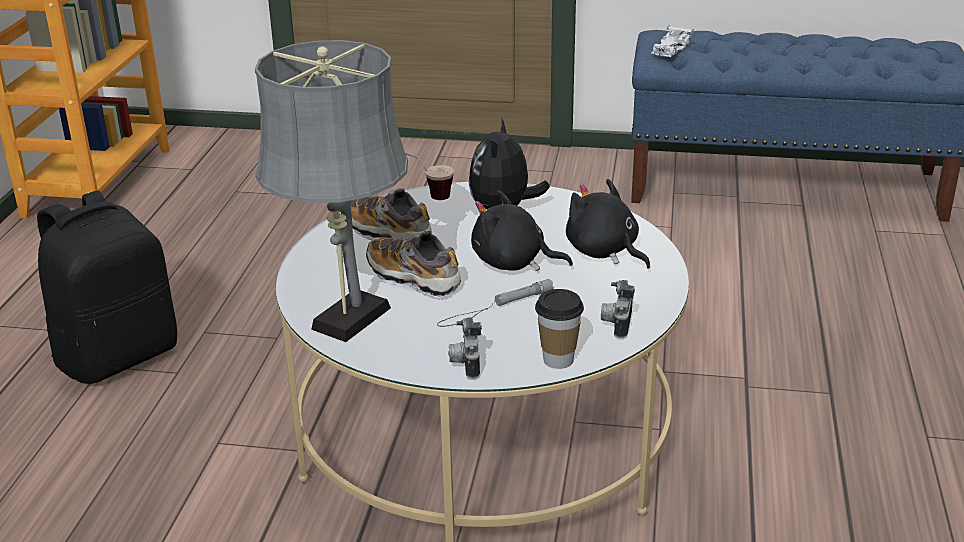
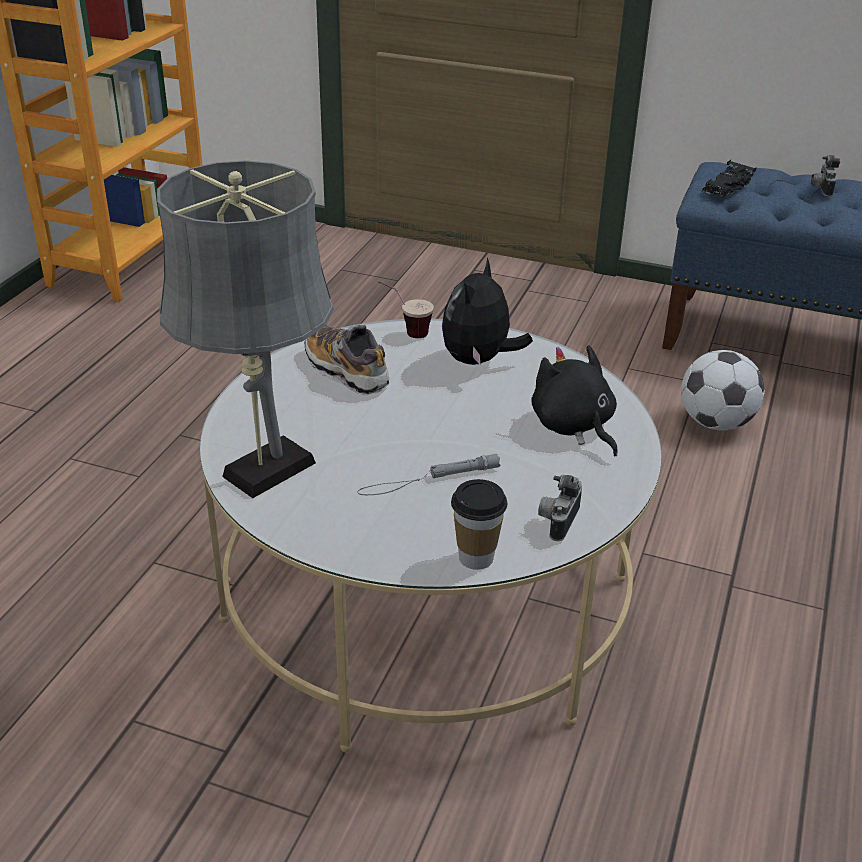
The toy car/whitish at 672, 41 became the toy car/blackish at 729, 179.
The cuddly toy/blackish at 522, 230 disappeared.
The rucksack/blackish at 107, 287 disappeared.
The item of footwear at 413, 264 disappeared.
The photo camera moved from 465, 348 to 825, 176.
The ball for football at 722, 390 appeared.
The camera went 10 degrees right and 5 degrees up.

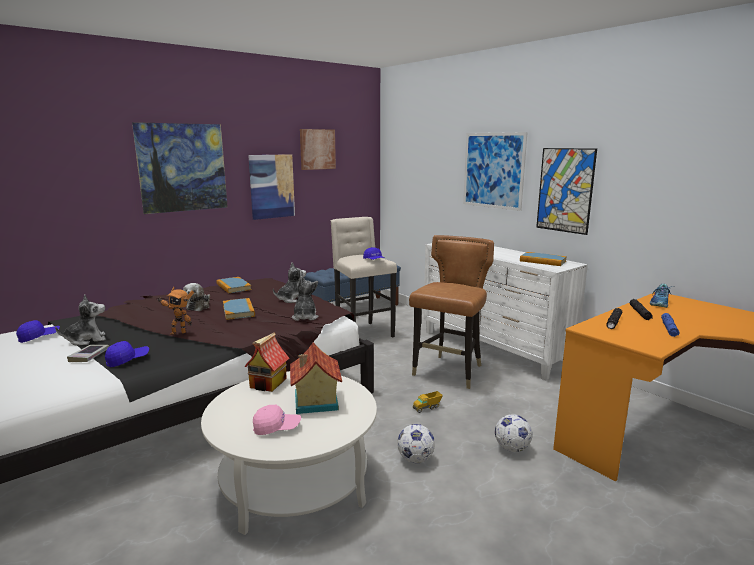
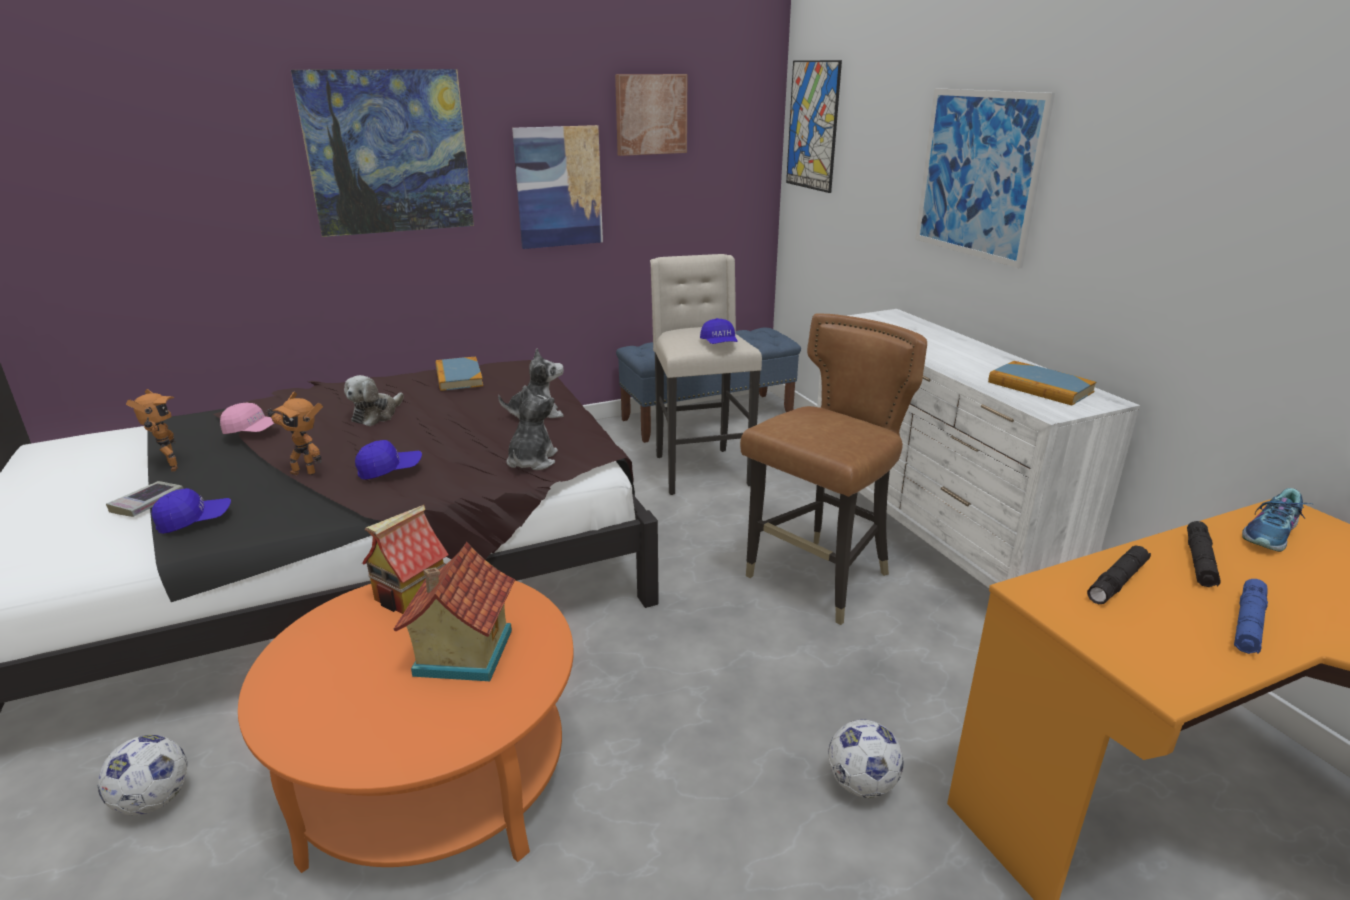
The wall art moved from 566, 191 to 814, 126.
The cuddly toy at 80, 320 was replaced by the model robot at 152, 430.
The volume at 239, 309 disappeared.
The cap/blue moved from 38, 331 to 388, 460.
The lounge table/whitish at 289, 453 became the lounge table/orange at 406, 726.
The model truck at 428, 402 disappeared.
The cap/pink moved from 277, 420 to 247, 418.
The ball for football moved from 416, 443 to 142, 775.
The camera went 15 degrees right and 10 degrees up.

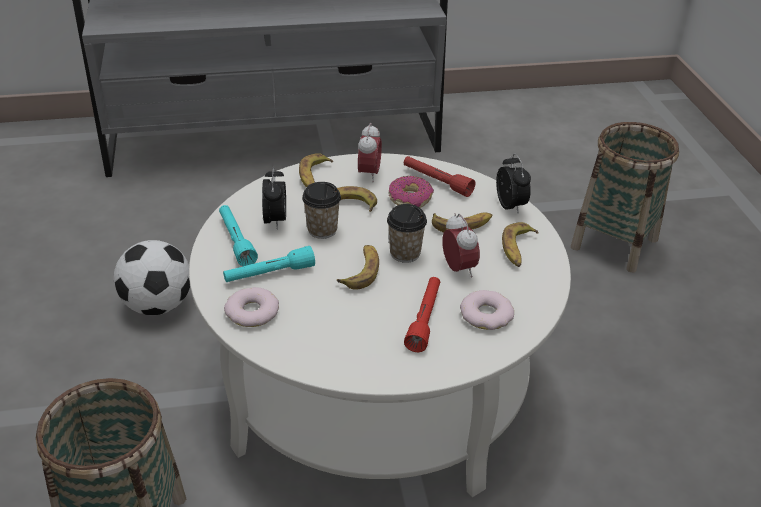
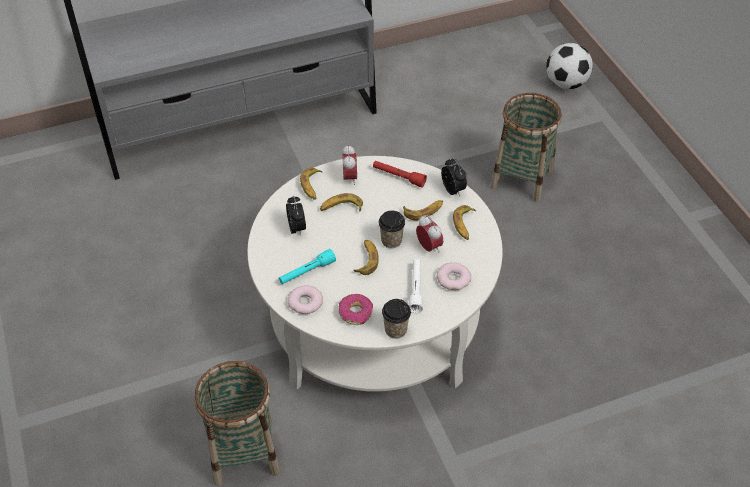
The ring doughnut moved from 411, 192 to 356, 309.
The small cup moved from 321, 210 to 396, 319.
The flashlight/turquoise at 238, 235 disappeared.
The ball for football moved from 152, 277 to 569, 66.
The flashlight/red-coloured at 422, 314 became the flashlight/whitish at 416, 286.
The camera went 10 degrees left and 10 degrees up.

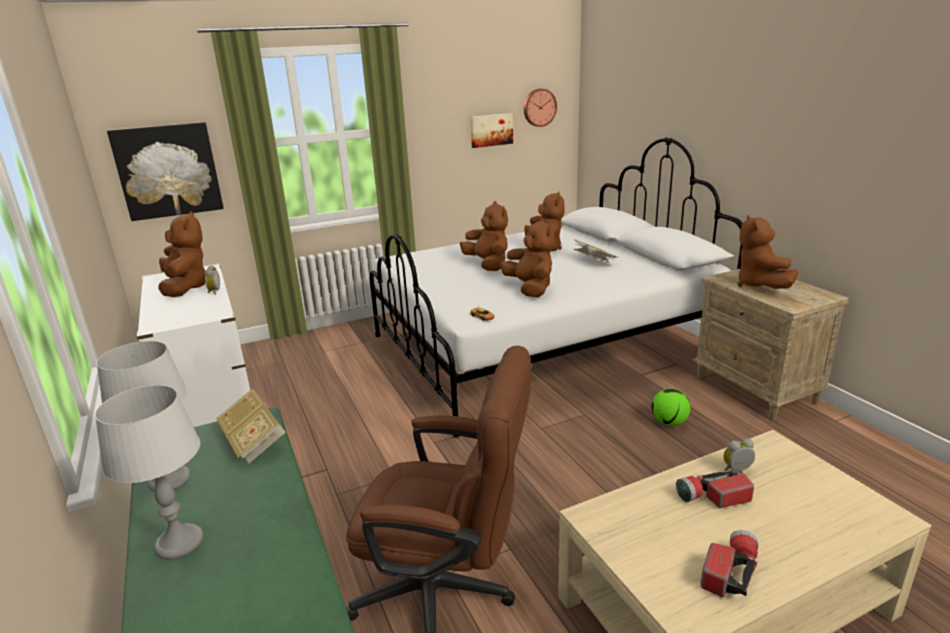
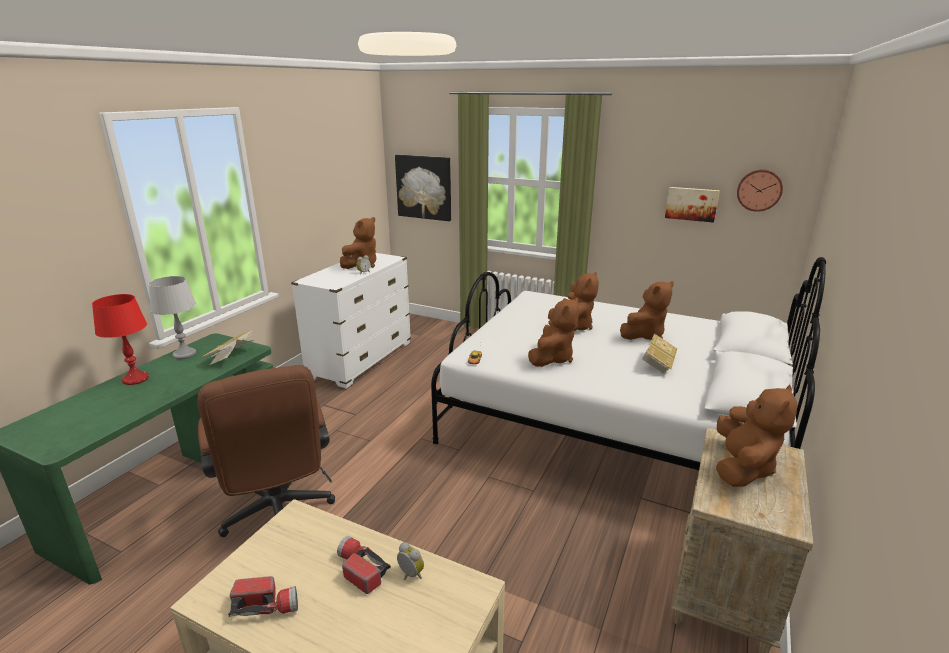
The cuddly toy/brownish at 767, 252 turned 150 degrees clockwise.
The tabletop lamp/grey at 149, 472 became the tabletop lamp/red-coloured at 120, 339.
The ball for football at 671, 407 disappeared.
The camera went 50 degrees right and 0 degrees up.

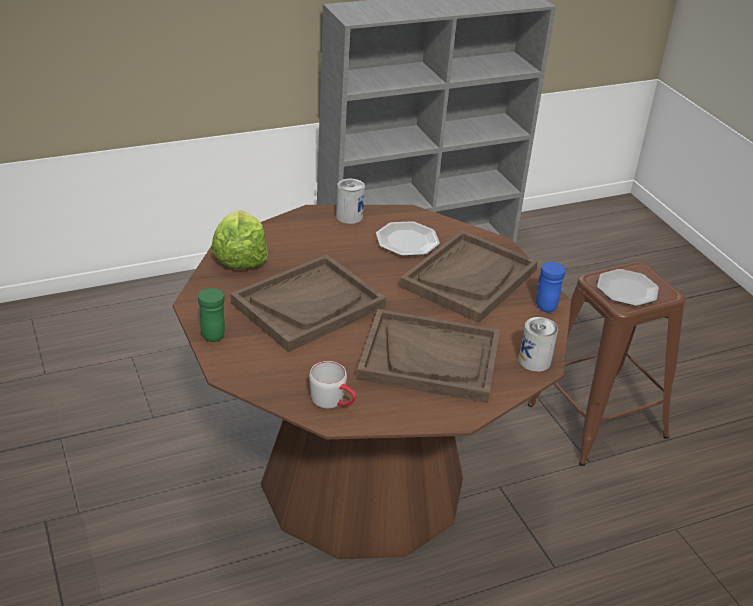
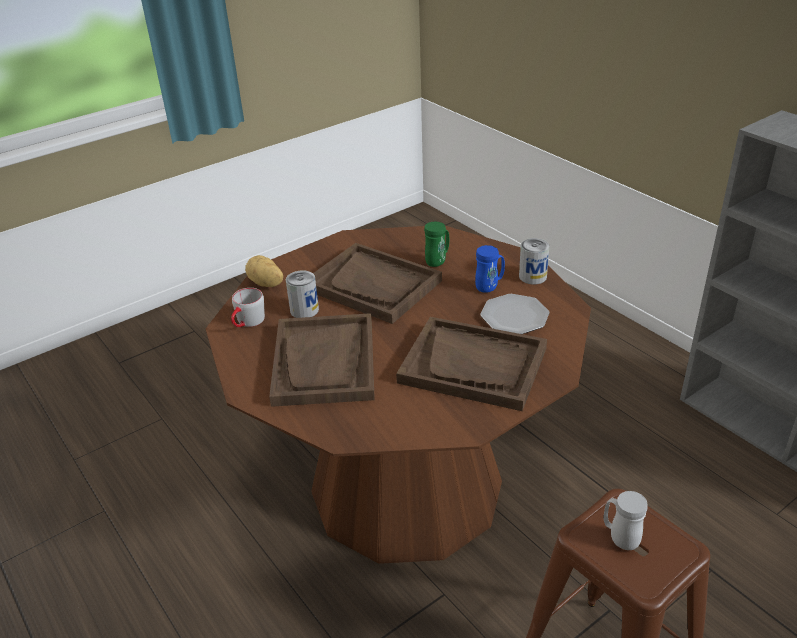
The lettuce at 239, 239 disappeared.
The coffee mug/blue moved from 550, 287 to 490, 269.
The flat dish at 628, 287 was replaced by the coffee mug/whitish at 626, 520.
The coffee mug/green-coloured moved from 211, 315 to 436, 244.
The metal can moved from 538, 344 to 302, 294.
The whole potato at 264, 271 appeared.
The camera went 80 degrees right and 0 degrees up.

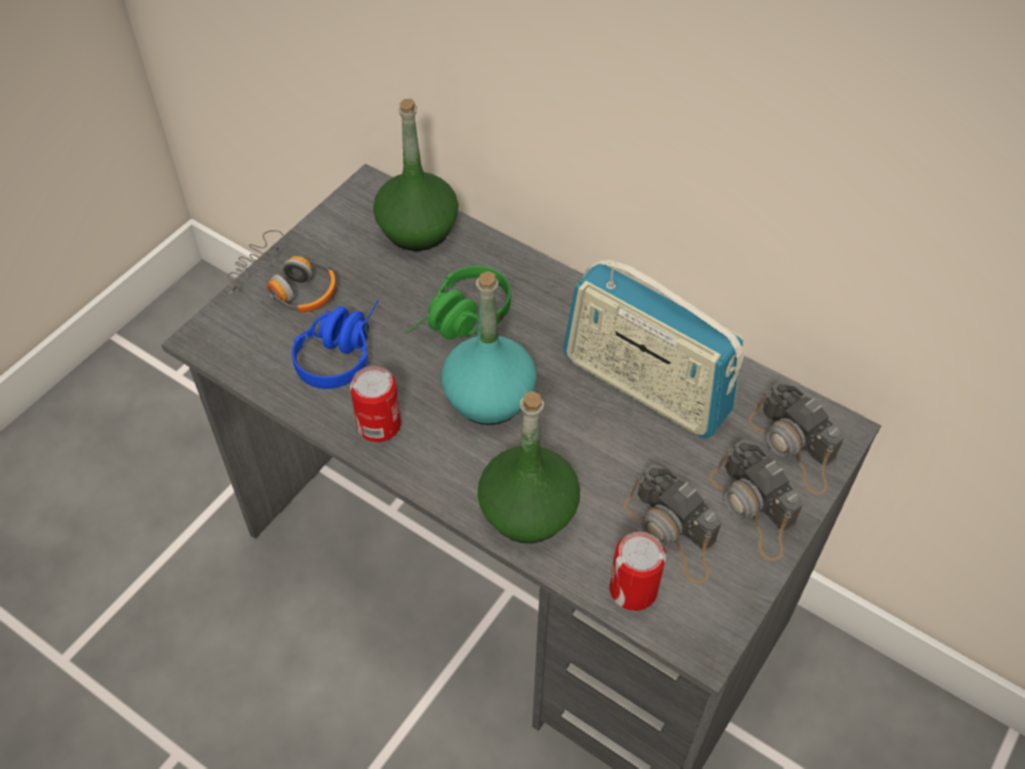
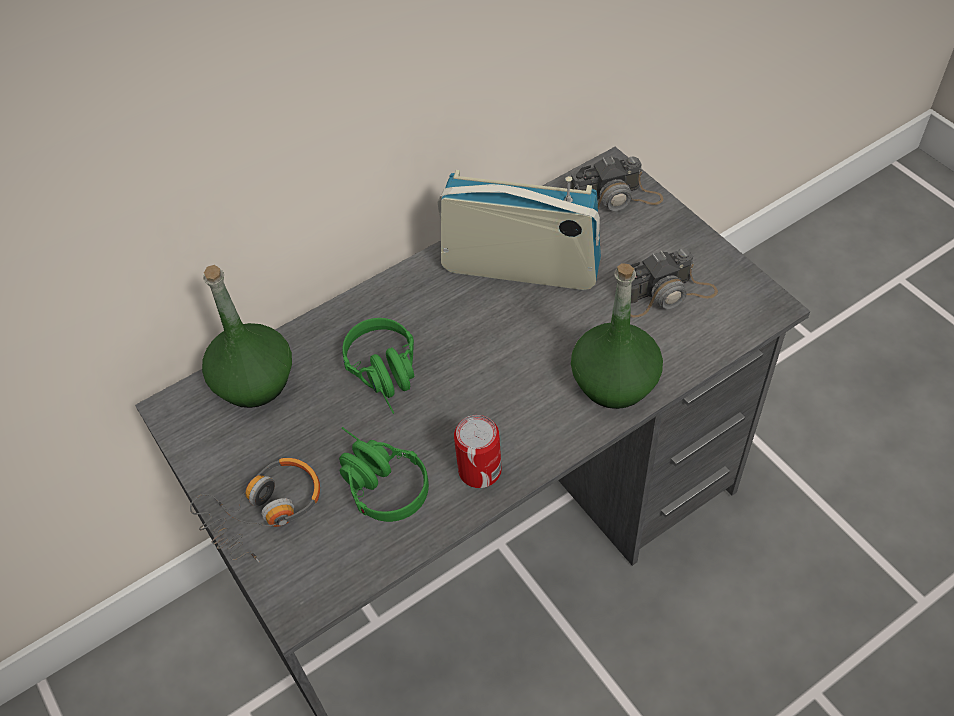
The radio set at 653, 349 turned 135 degrees counterclockwise.
The beverage bottle/turquoise at 489, 348 disappeared.
The headset/blue at 335, 344 became the headset/green-coloured at 384, 474.
The photo camera at 756, 500 disappeared.
The metal can at 638, 571 disappeared.
The camera went 65 degrees left and 0 degrees up.

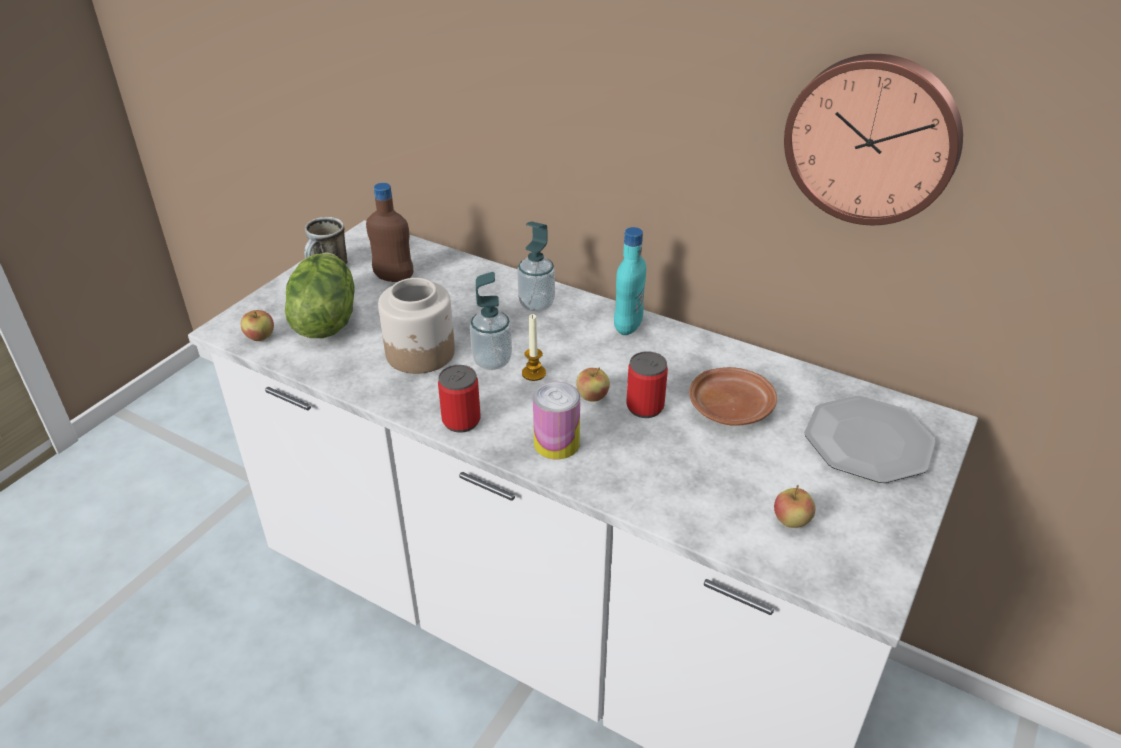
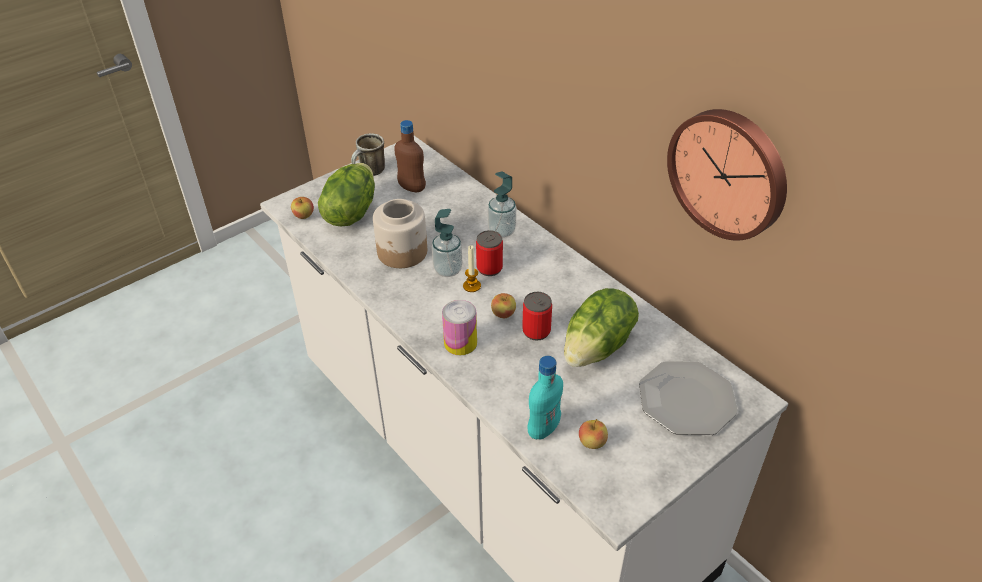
The beverage bottle/turquoise moved from 630, 281 to 545, 397.
The metal can moved from 459, 399 to 489, 253.
The flat dish/brownish at 733, 396 was replaced by the lettuce at 601, 327.
The camera went 20 degrees right and 5 degrees up.

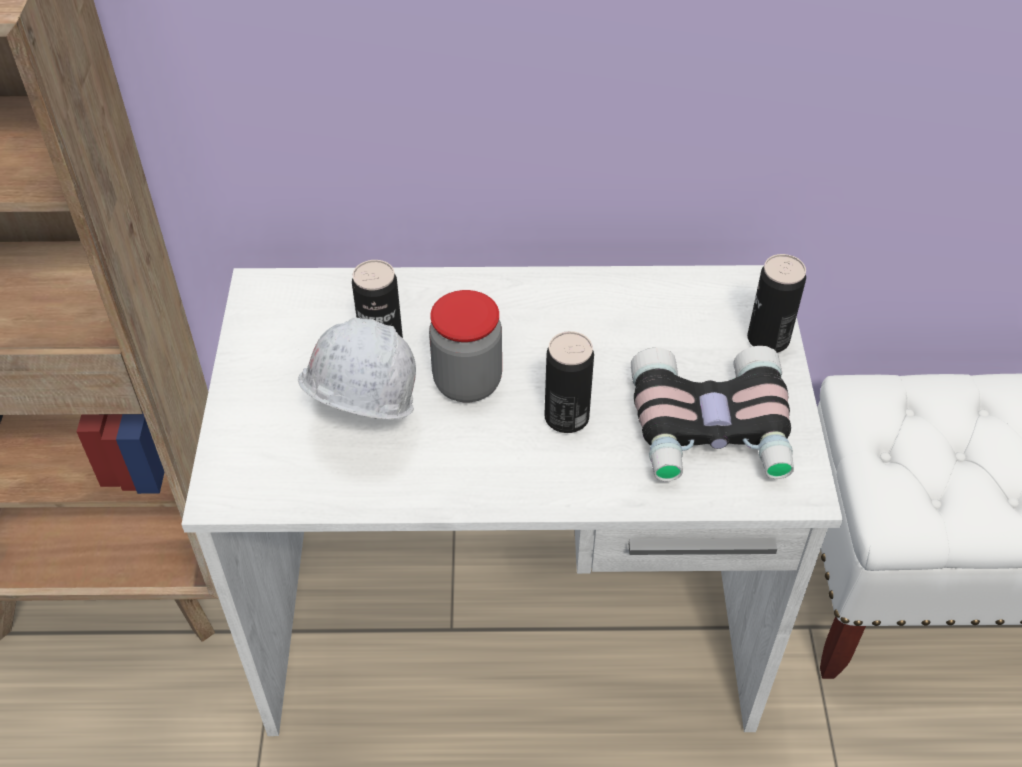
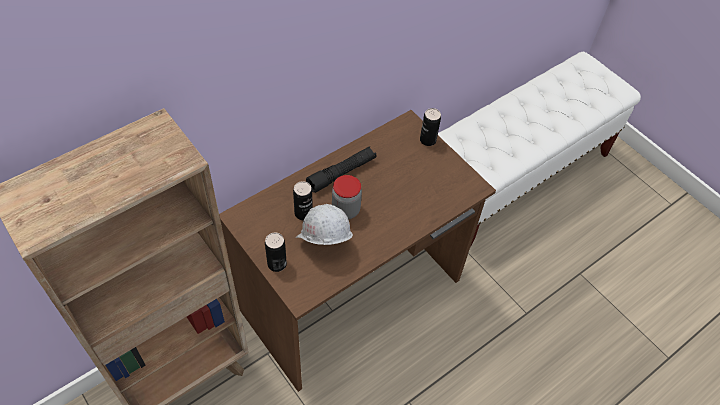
The desk unit/whitish at 512, 500 became the desk unit/brownish at 357, 251.
The metal can moved from 569, 382 to 276, 252.
The pair of binoculars at 712, 414 disappeared.
The flashlight/blackish at 341, 169 appeared.
The camera went 40 degrees left and 5 degrees up.

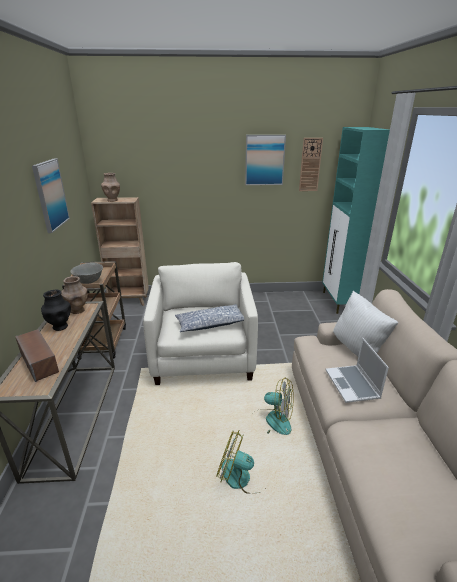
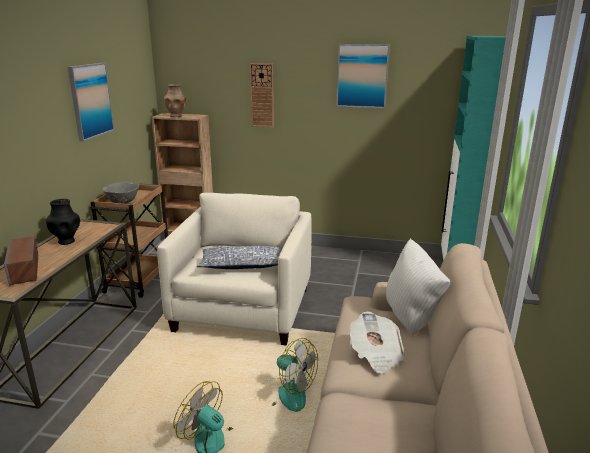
The clock on the wall moved from 311, 164 to 262, 95.
The vase/brownish at 74, 295 disappeared.
The notebook computer at 357, 370 was replaced by the daily paper at 377, 343.
The camera went 15 degrees right and 5 degrees down.

